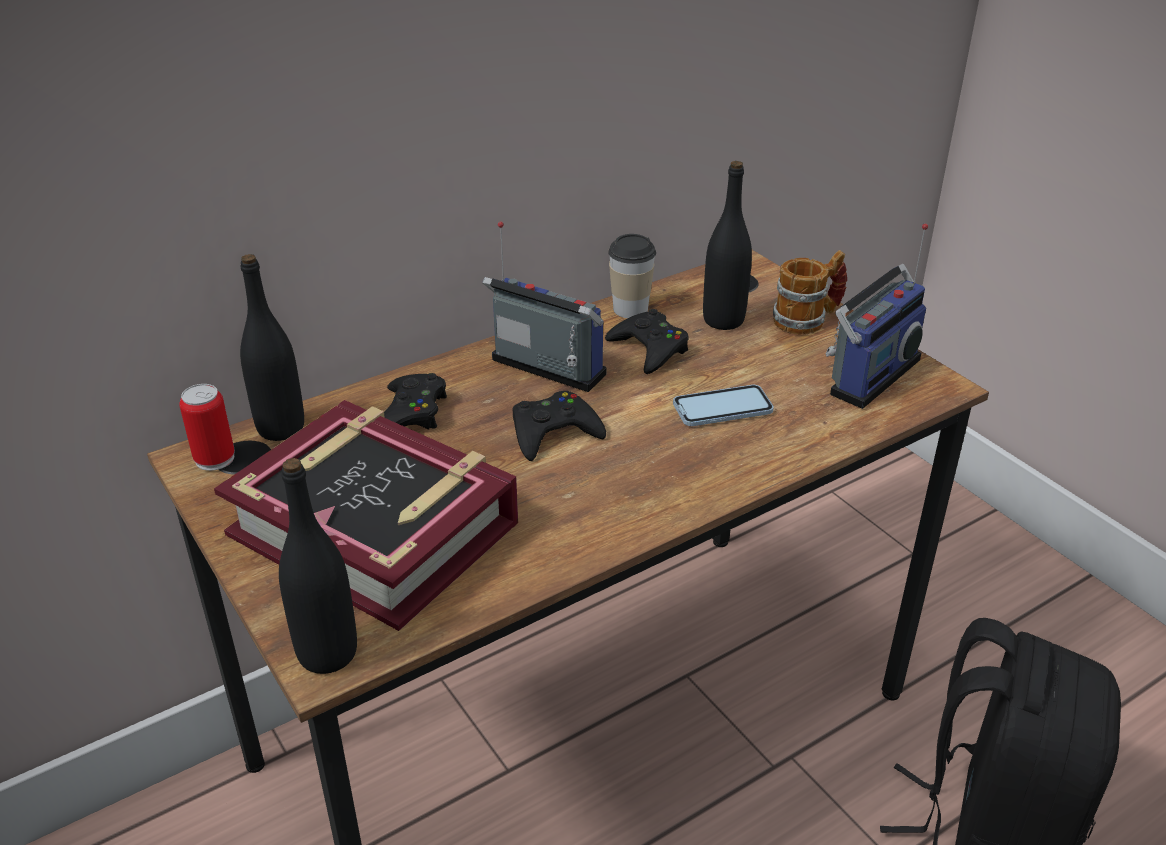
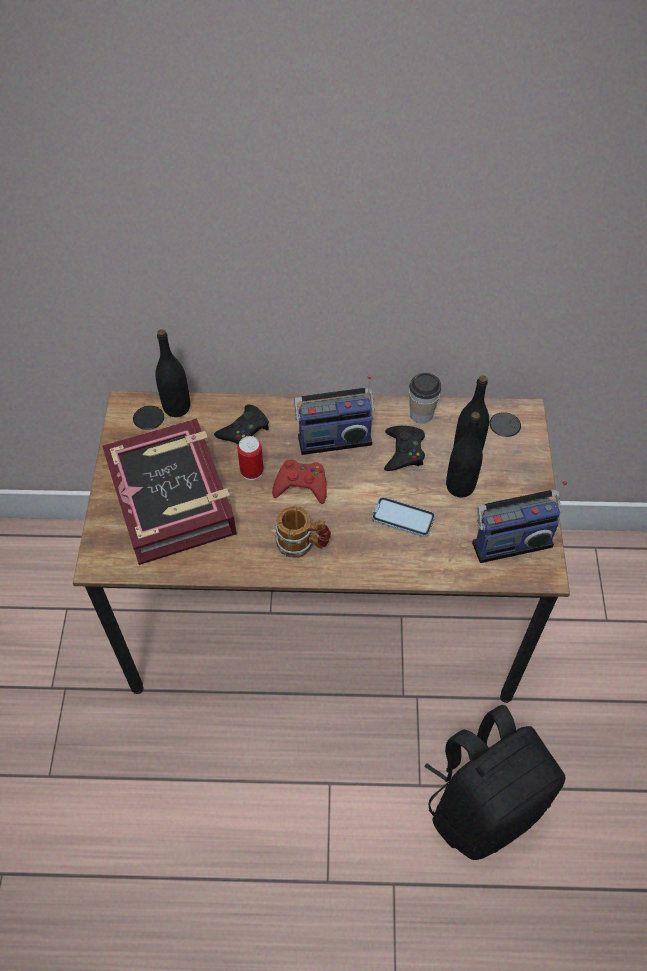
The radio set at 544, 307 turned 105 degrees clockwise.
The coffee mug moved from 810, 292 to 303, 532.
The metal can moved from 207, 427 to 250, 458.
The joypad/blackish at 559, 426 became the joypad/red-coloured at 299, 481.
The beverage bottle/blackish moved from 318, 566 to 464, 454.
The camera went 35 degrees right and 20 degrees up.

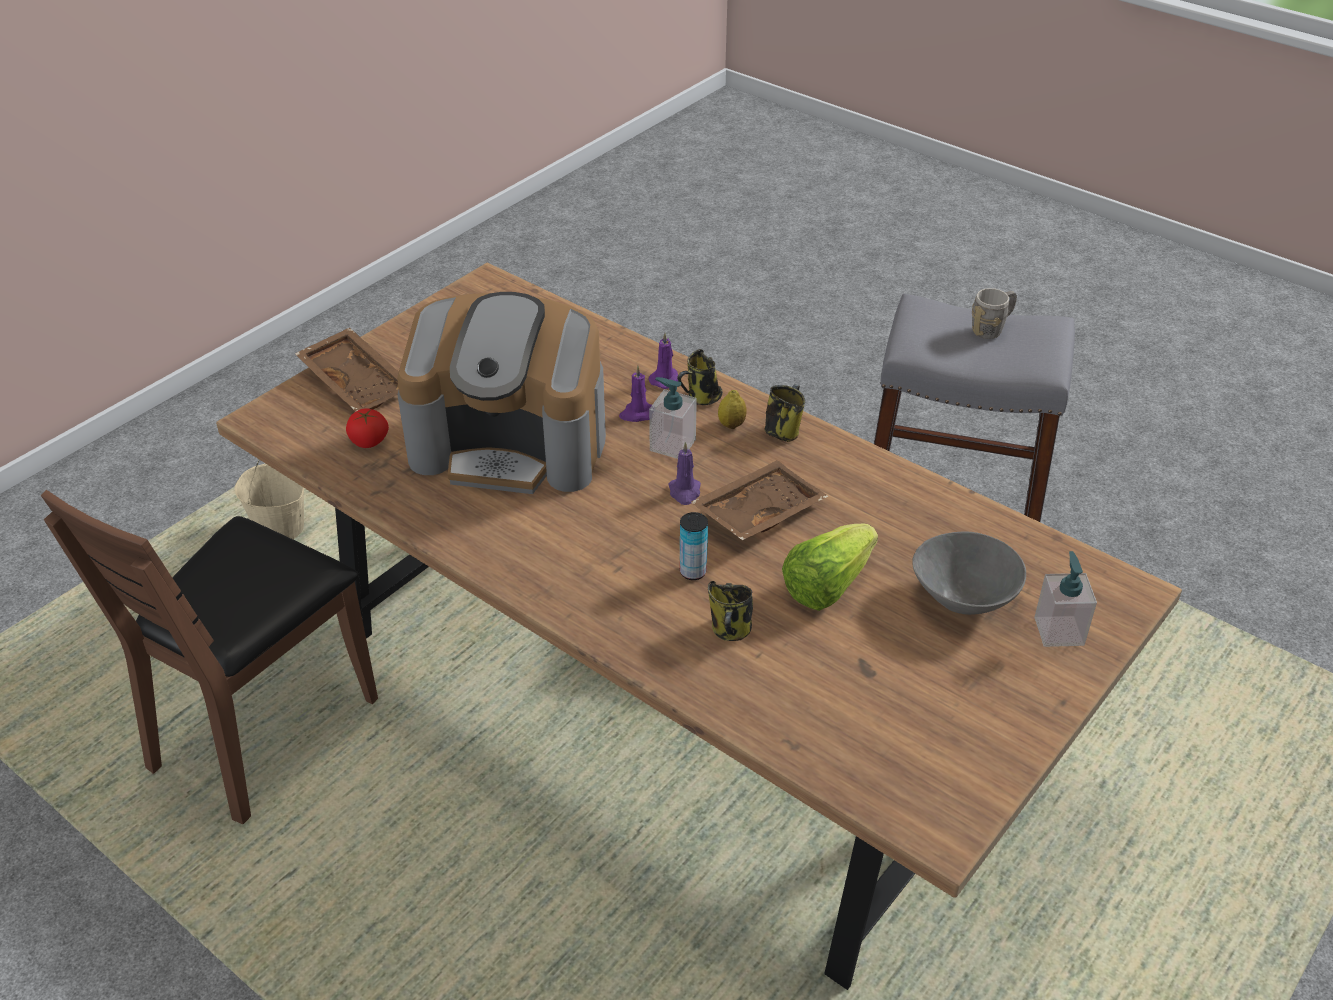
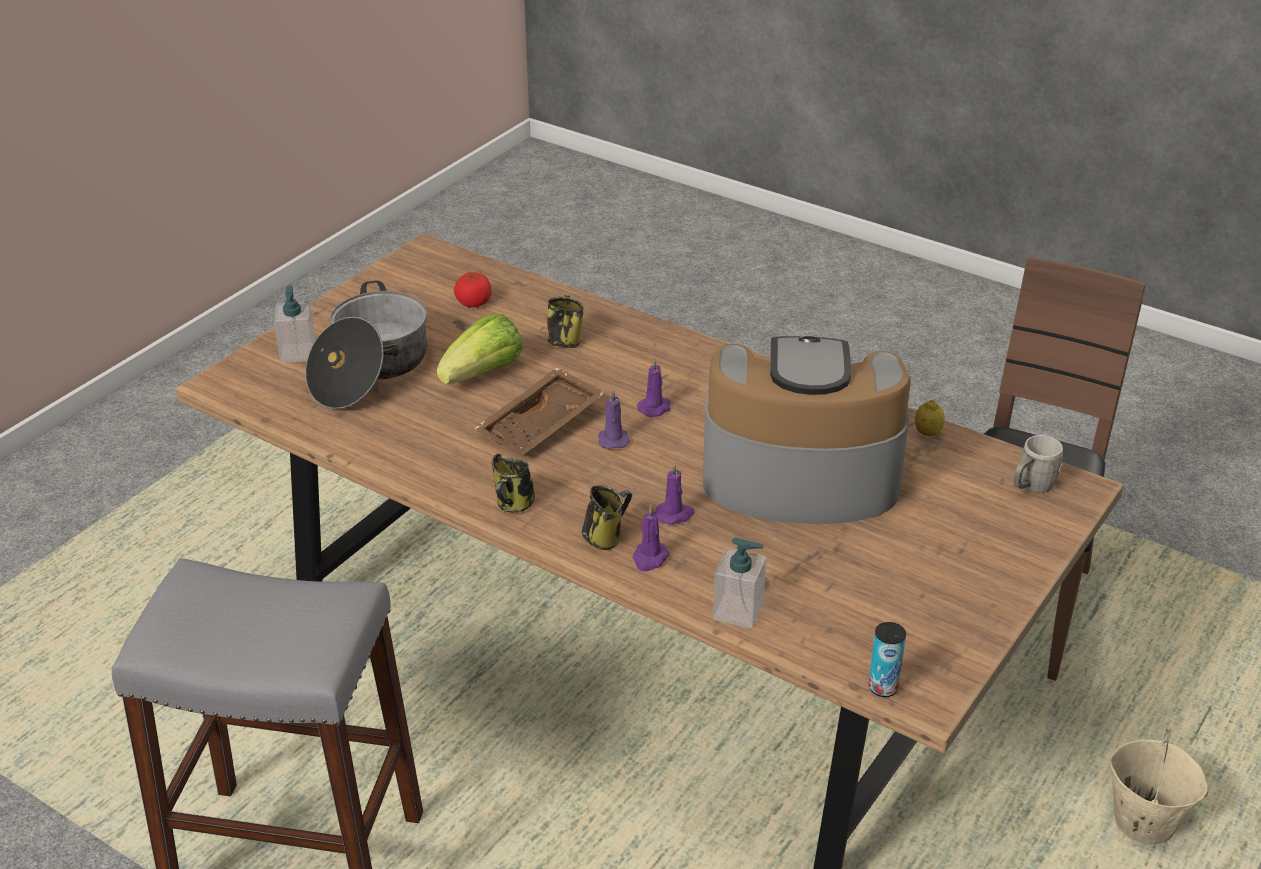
The coffee mug/grey moved from 994, 313 to 1038, 464.
The serving tray/brownish at 347, 369 disappeared.
The soap dispenser moved from 673, 418 to 739, 583.
The lemon moved from 732, 409 to 930, 418.
The fresh tomato moved from 367, 428 to 473, 290.
The metal can moved from 694, 546 to 887, 659.
The serving bowl/grey at 969, 573 was replaced by the saucepot at 366, 344.
The wax candle/purple at 654, 388 appeared.
The camera went 175 degrees right and 5 degrees down.

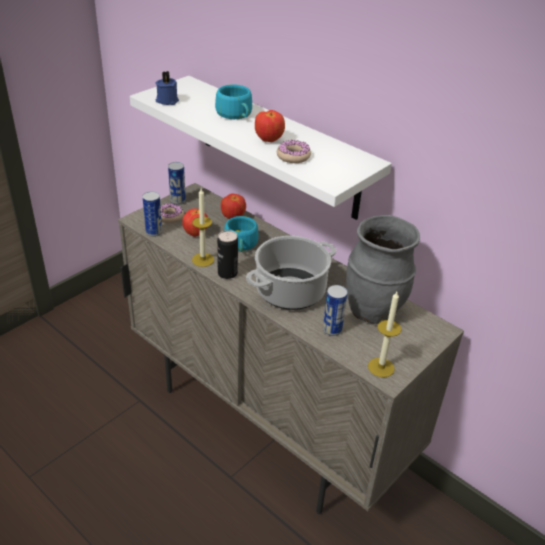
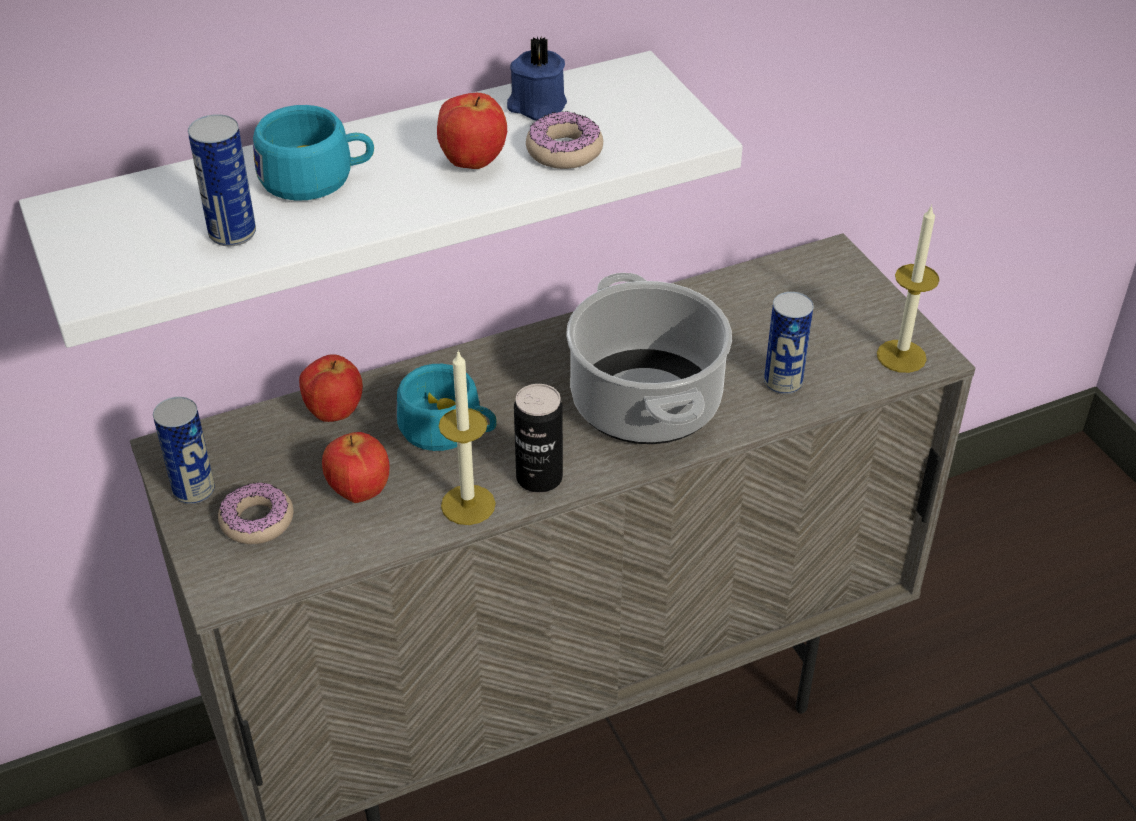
The wax candle/blue moved from 167, 88 to 537, 78.
The metal can moved from 152, 214 to 222, 180.
The vase/grey at 383, 269 disappeared.
The camera went 65 degrees left and 5 degrees up.

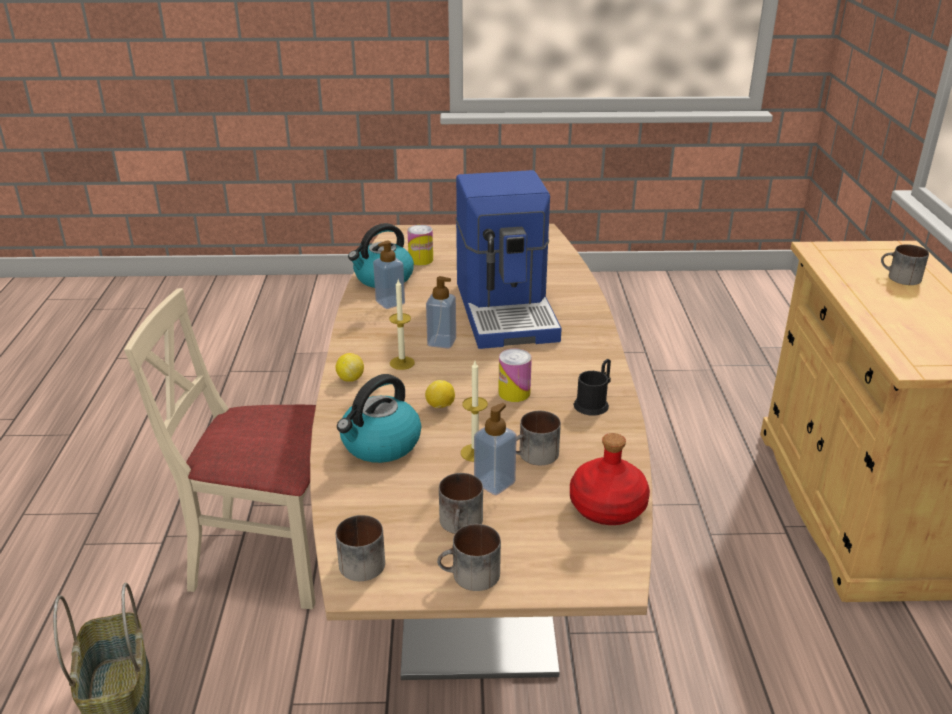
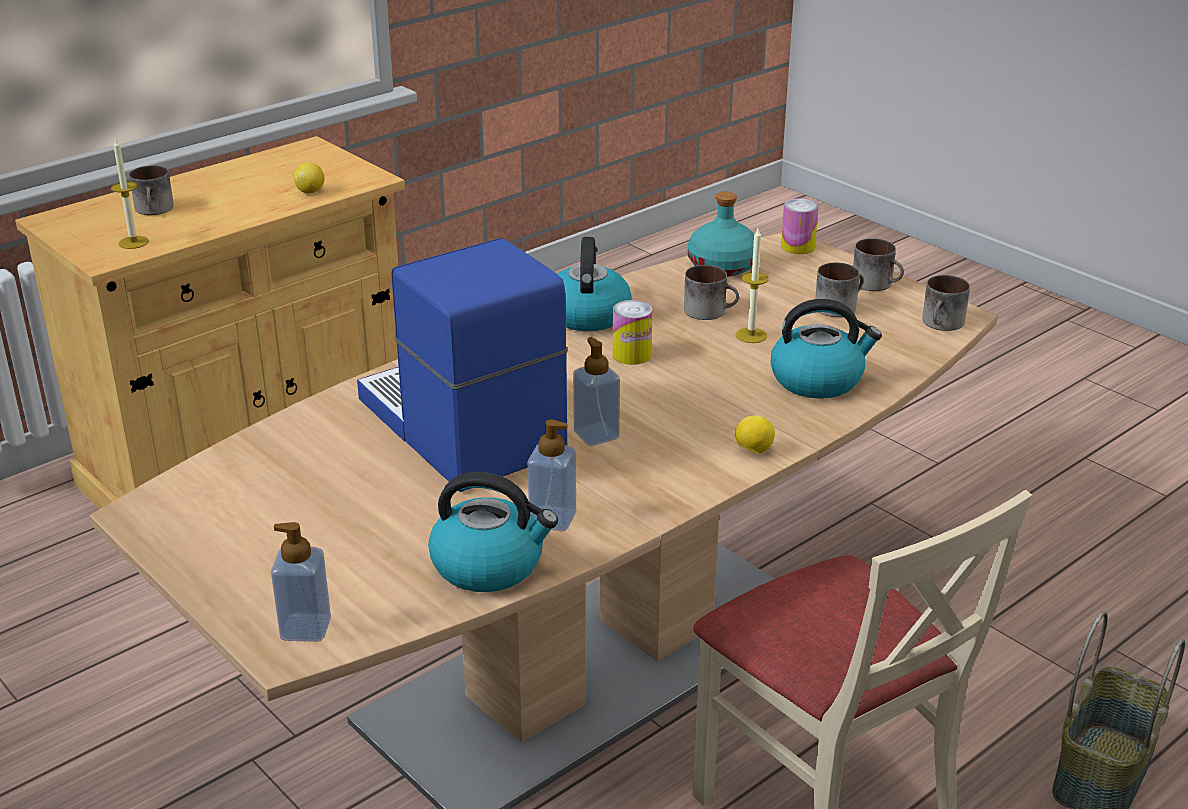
The coffee machine at 508, 259 turned 75 degrees counterclockwise.
The metal can moved from 420, 245 to 800, 226.
The wax candle moved from 402, 325 to 130, 193.
The coffee mug/blackish at 592, 387 was replaced by the water kettle at 594, 284.
The lemon moved from 440, 394 to 309, 178.
The soap dispenser moved from 495, 449 to 301, 582.
The beverage bottle/red-coloured at 610, 479 became the beverage bottle/turquoise at 721, 234.
The camera went 130 degrees left and 0 degrees up.

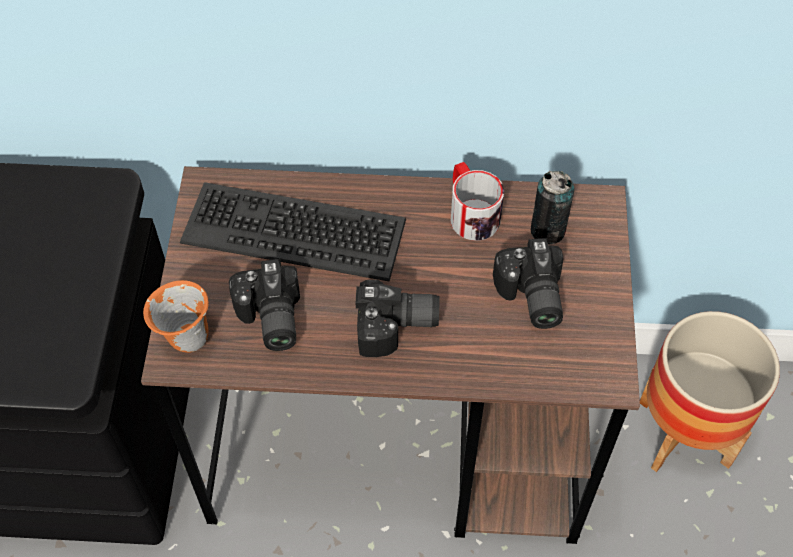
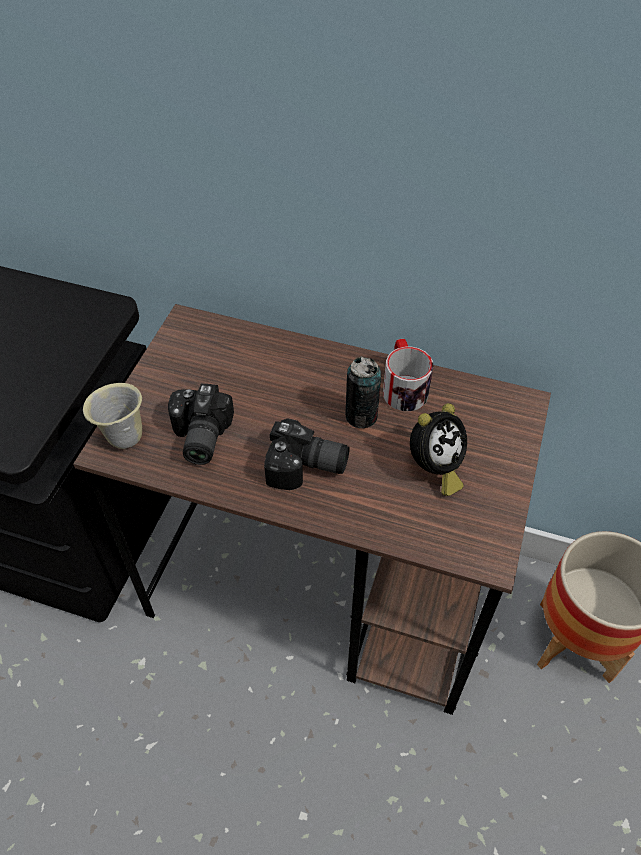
The metal can moved from 552, 208 to 363, 392.
The computer keyboard at 293, 231 disappeared.
The photo camera at 528, 283 was replaced by the bedside clock at 438, 449.
The coffee mug/orange at 176, 316 became the coffee mug/beige at 112, 416.
The camera went 15 degrees right and 5 degrees down.

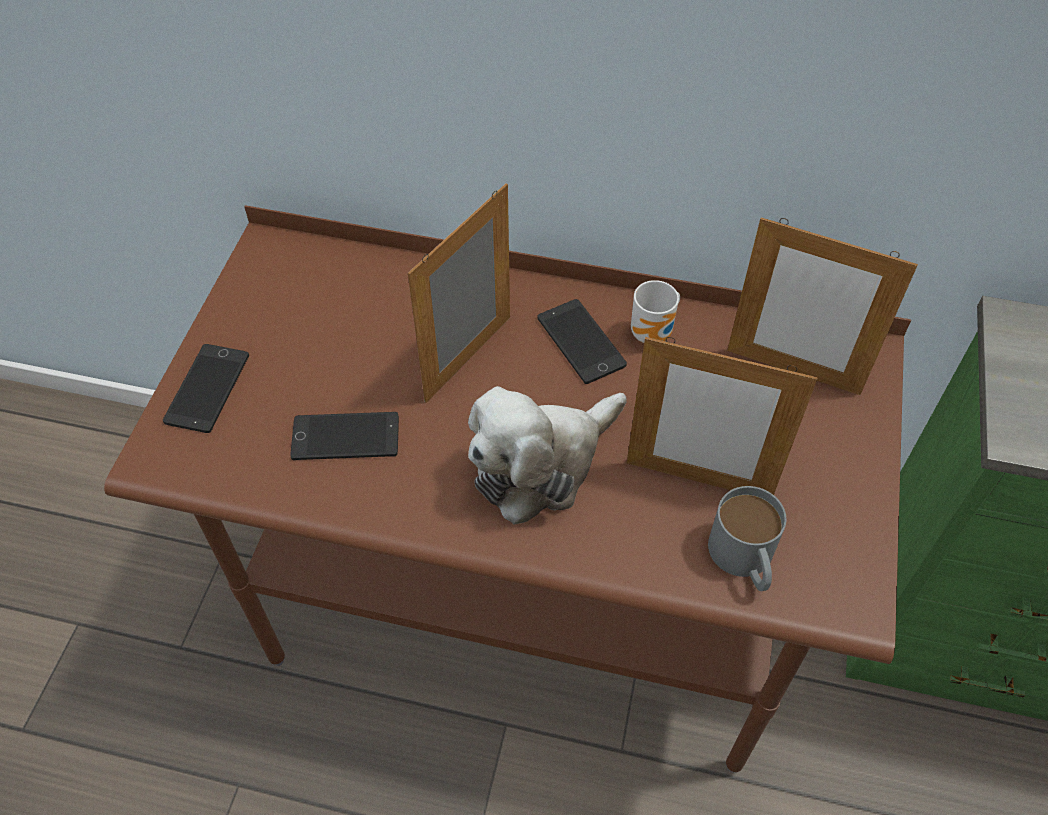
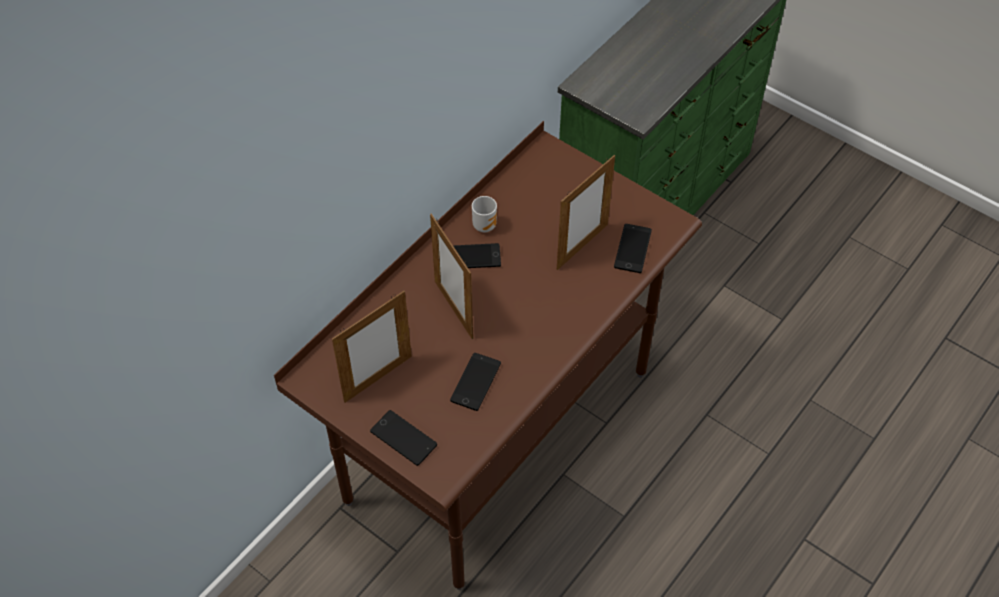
The picture frame moved from 822, 306 to 372, 347.
The cuddly toy at 547, 455 disappeared.
The coffee mug/grey at 747, 538 was replaced by the telephone at 633, 248.
The camera went 65 degrees left and 0 degrees up.

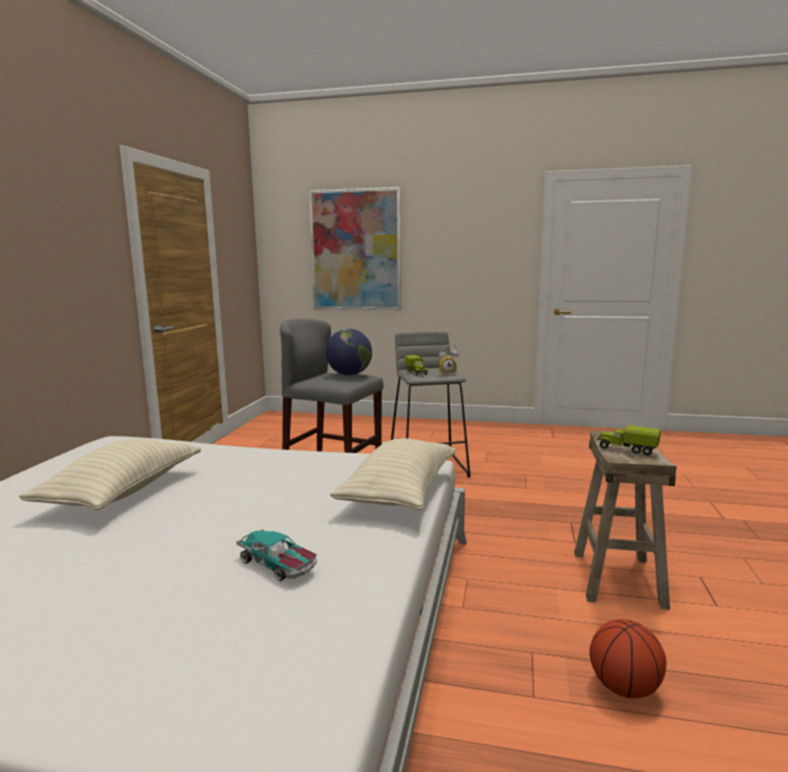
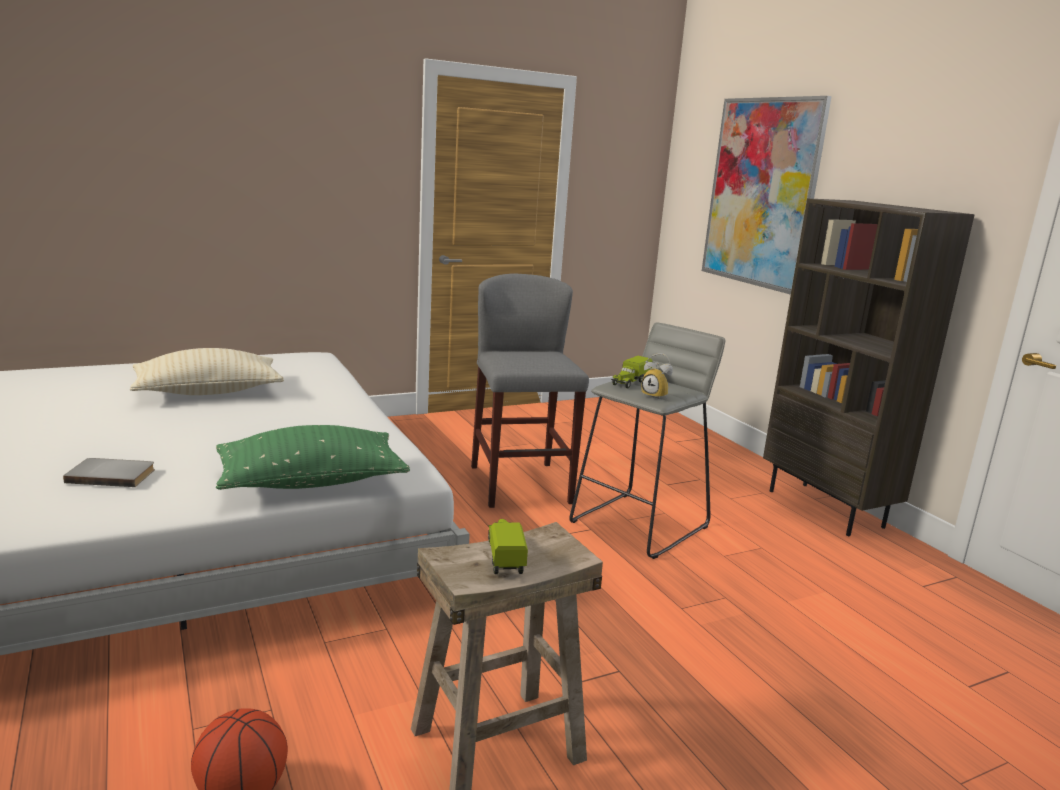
The world globe at 349, 352 disappeared.
The pillow/beige at 393, 474 became the pillow/green-coloured at 313, 457.
The toy car at 276, 555 was replaced by the volume/grey at 109, 472.
The bookcase/brownish at 869, 367 appeared.
The camera went 50 degrees right and 5 degrees up.

